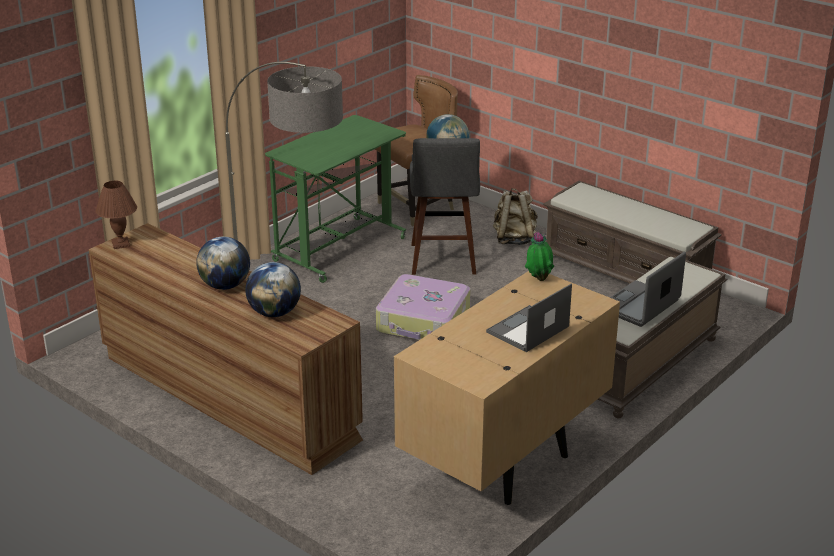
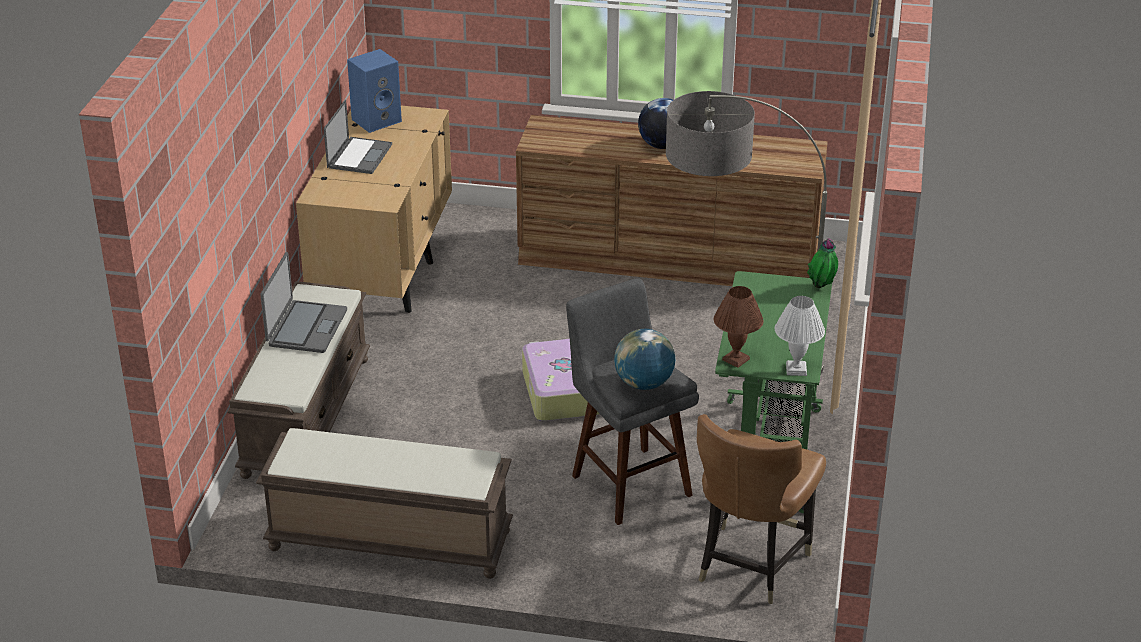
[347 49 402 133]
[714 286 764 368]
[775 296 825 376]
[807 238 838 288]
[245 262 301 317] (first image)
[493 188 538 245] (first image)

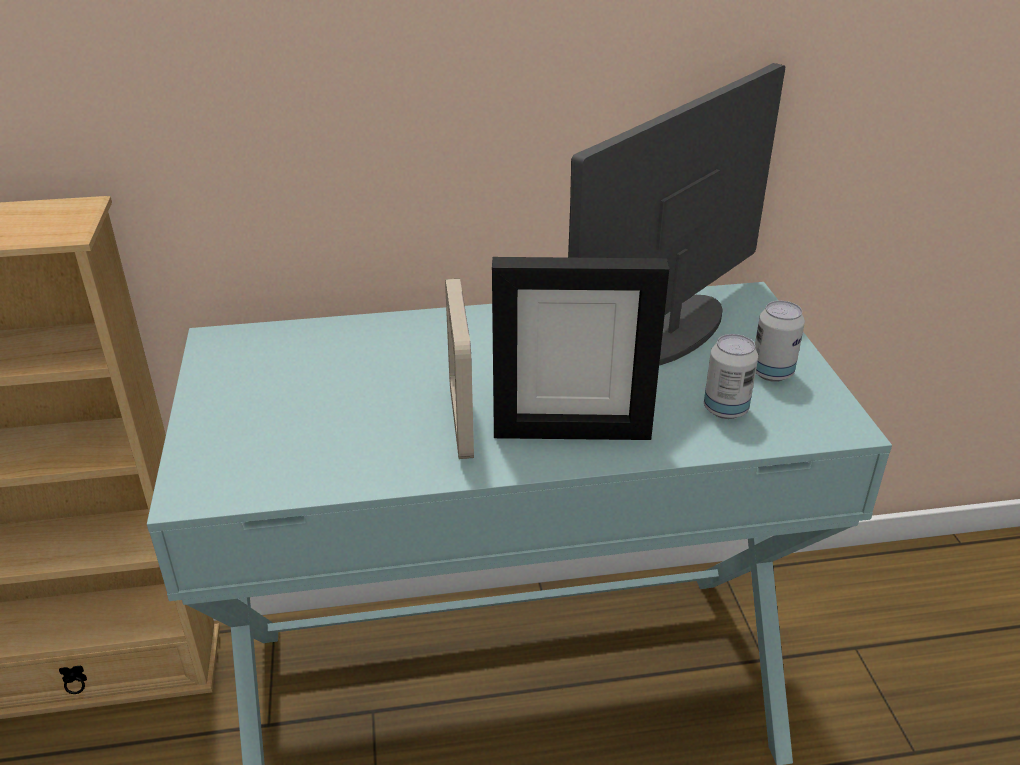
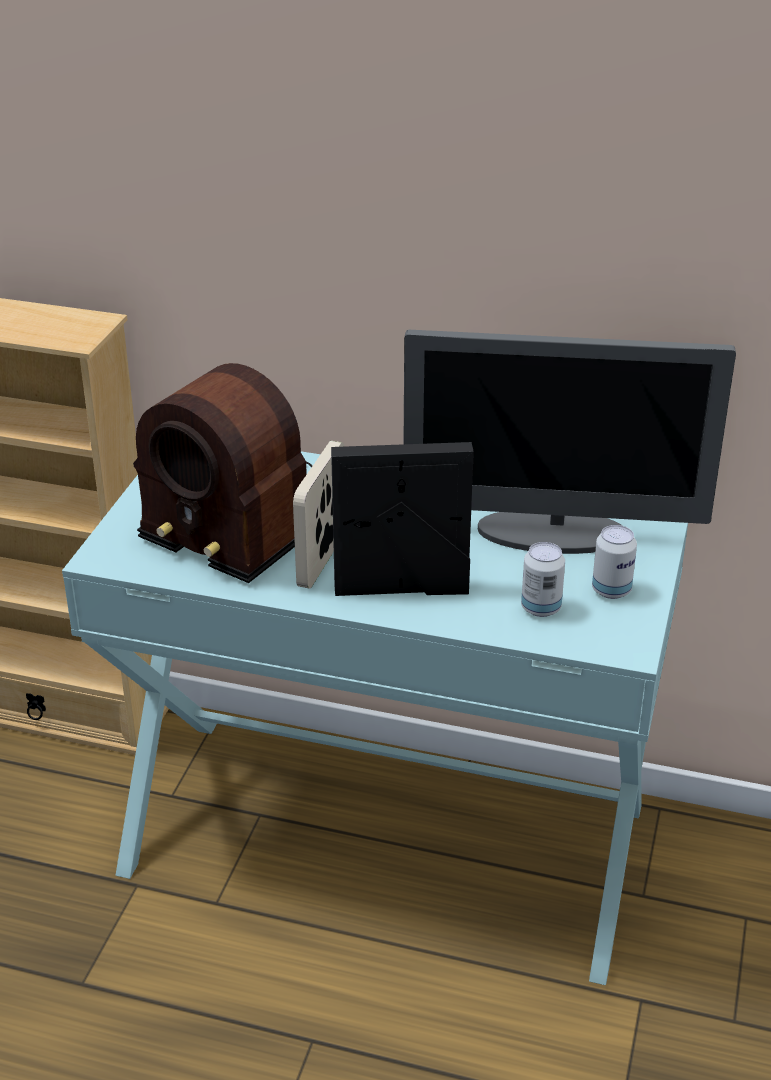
[133 363 312 583]
[331 442 474 596]
[403 330 736 554]

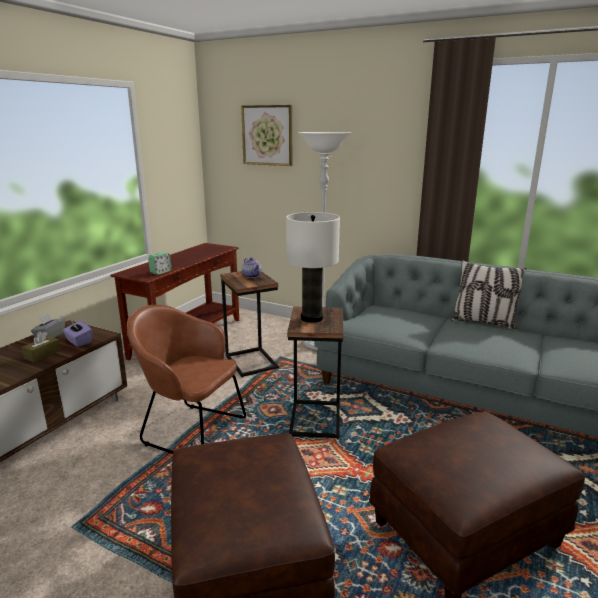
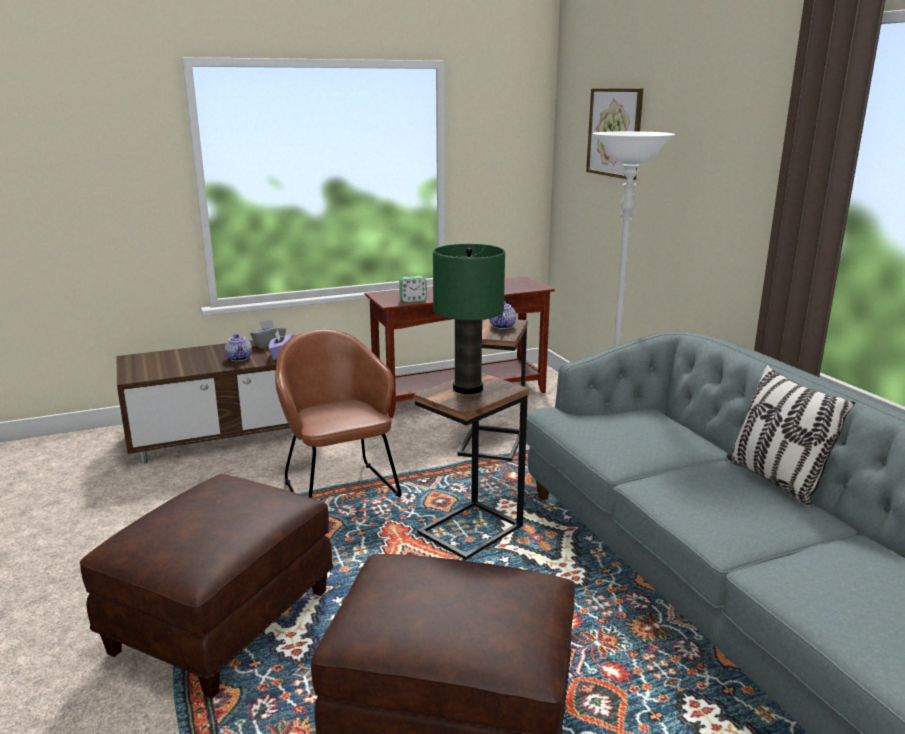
[225 334 252 361]
[433 244 505 394]

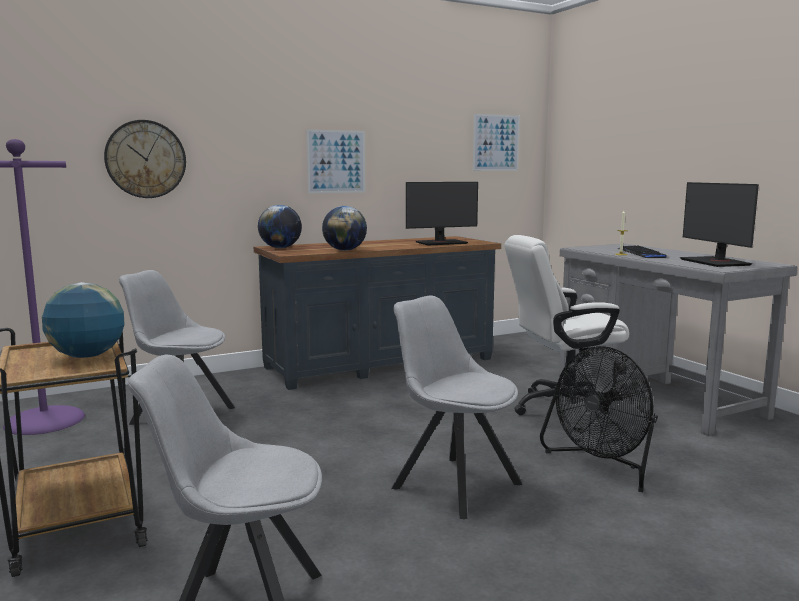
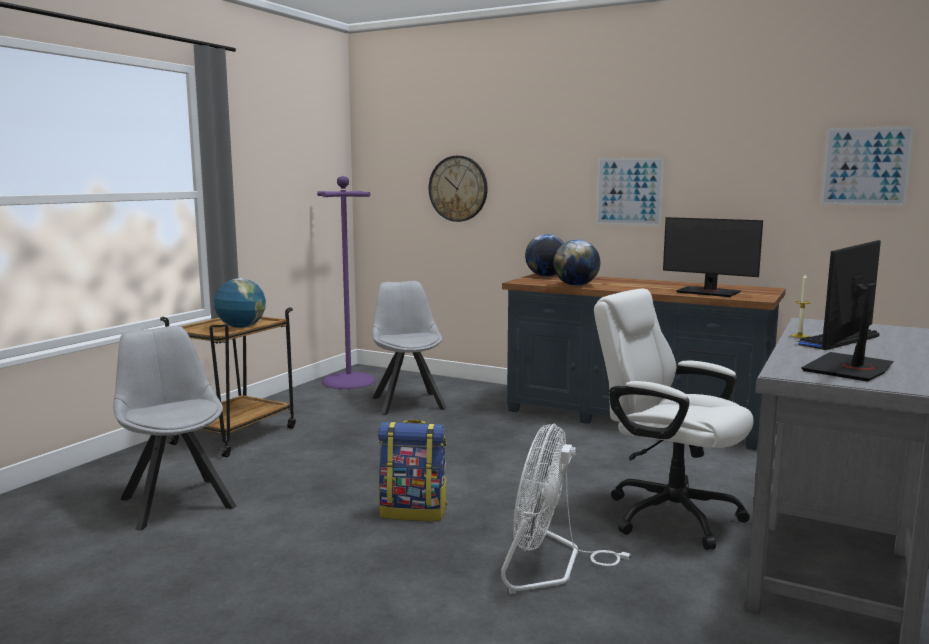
[378 420 447 521]
[501 424 633 594]

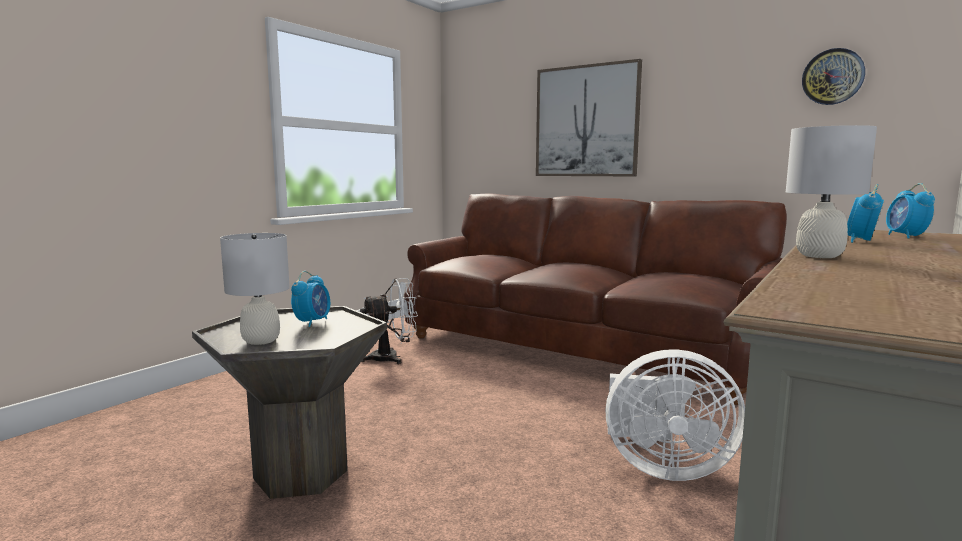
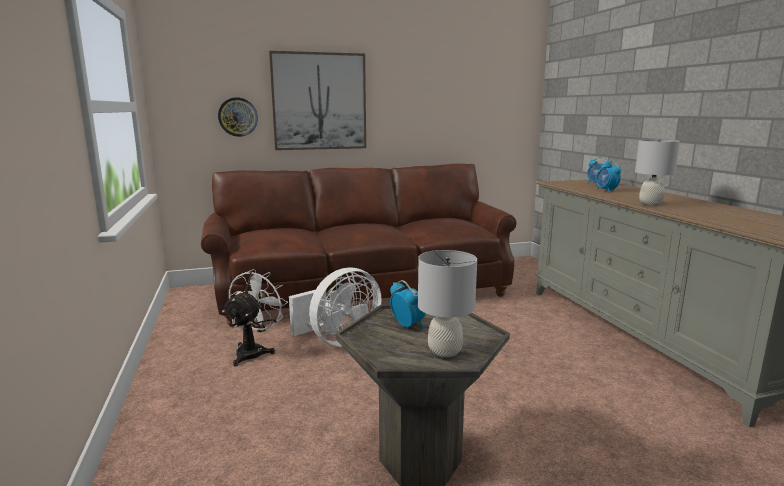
[218 97 258 137]
[289 267 382 347]

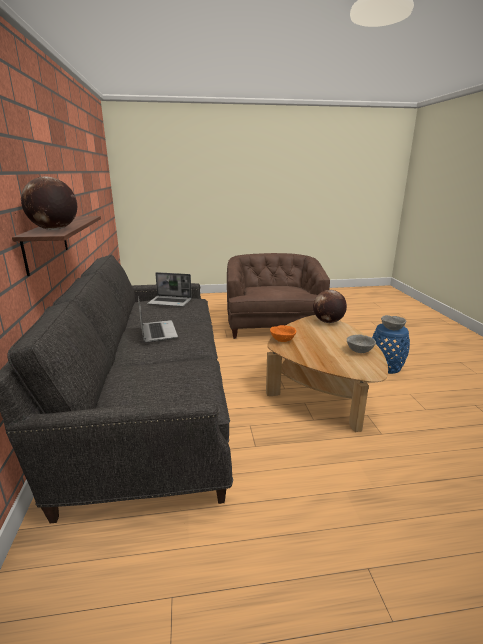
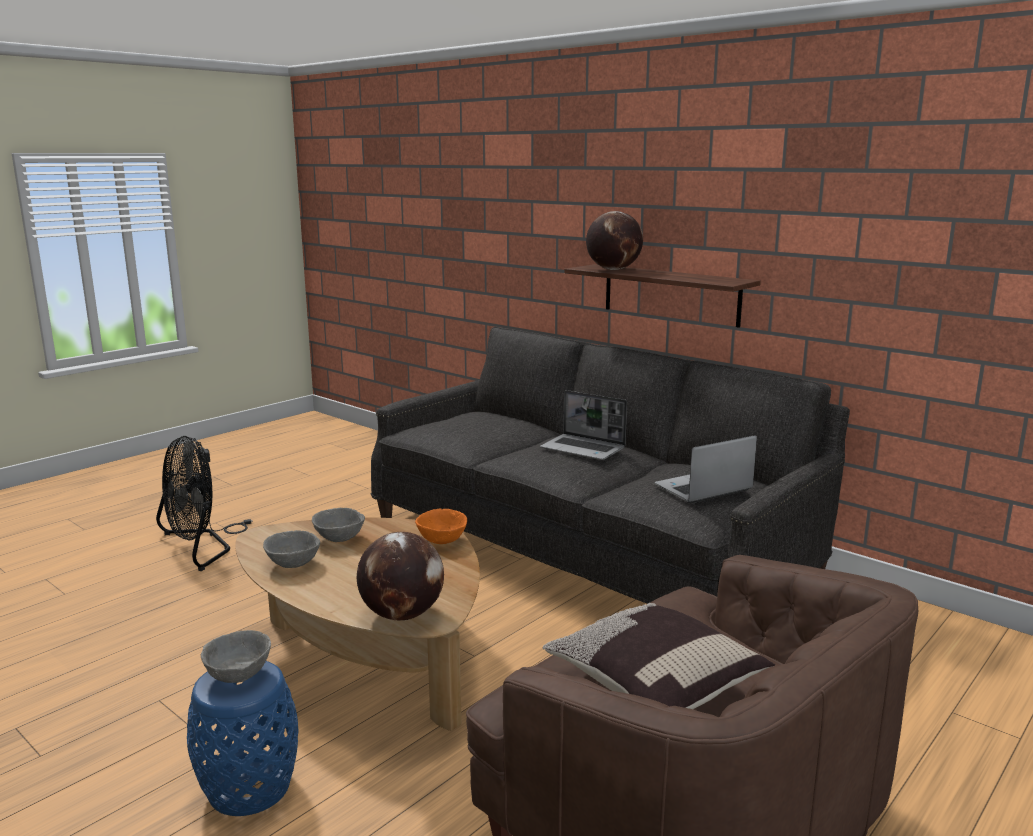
[156 436 253 571]
[312 508 365 542]
[543 603 775 709]

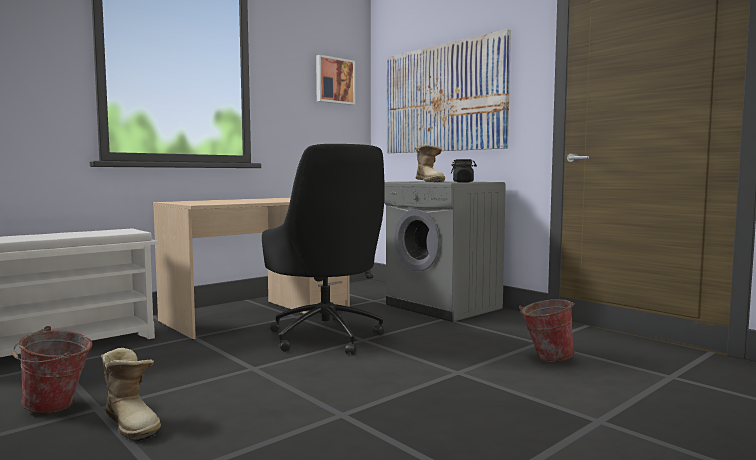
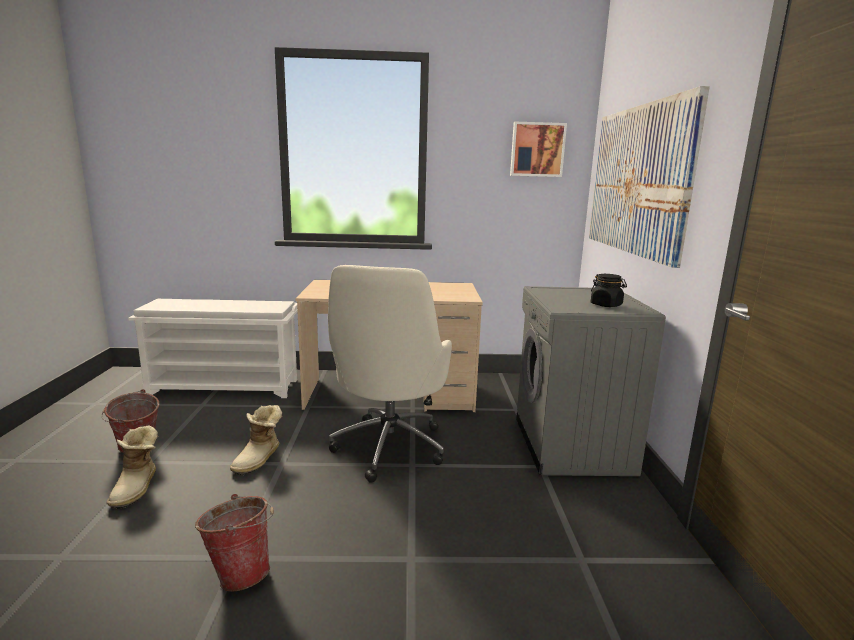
[195 494 274 592]
[230 405 282 475]
[328 265 452 483]

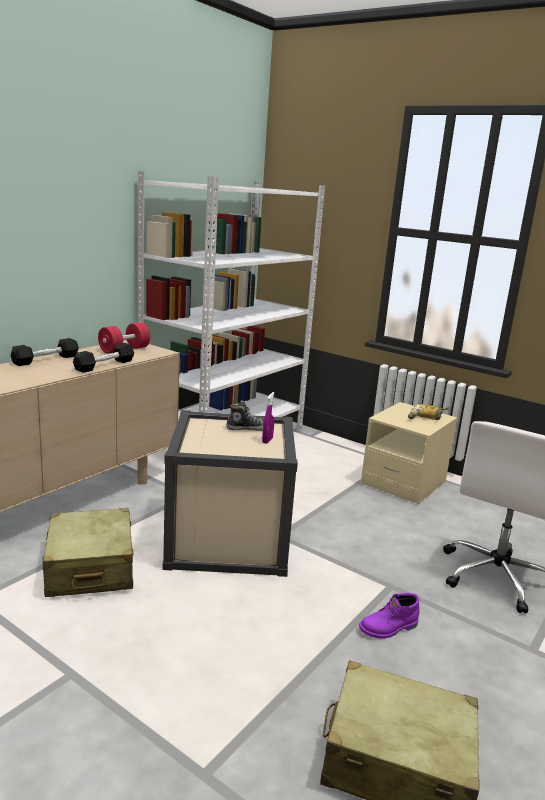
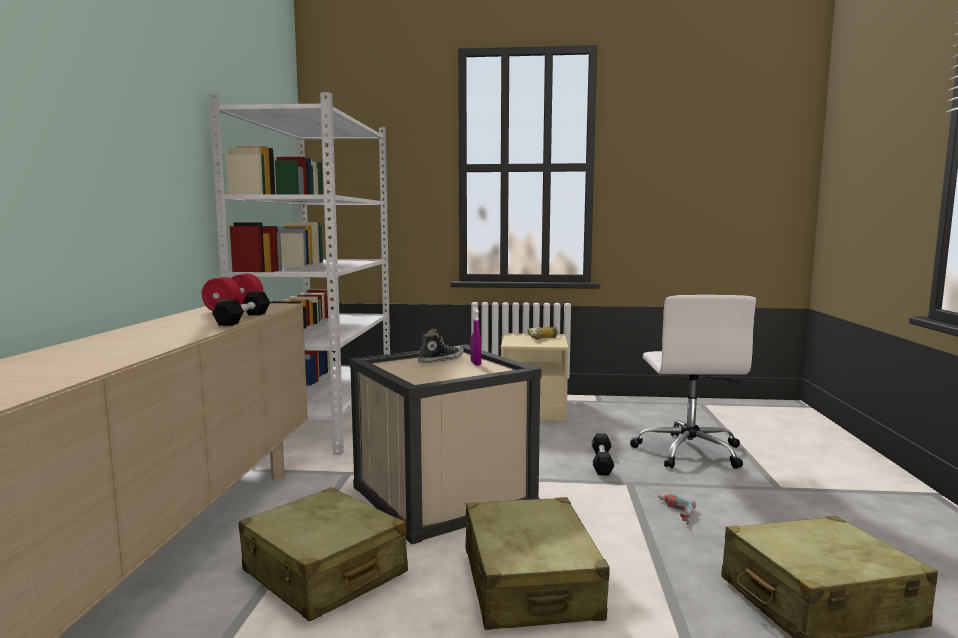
[465 497 610 630]
[592 433 614 476]
[658 494 696 525]

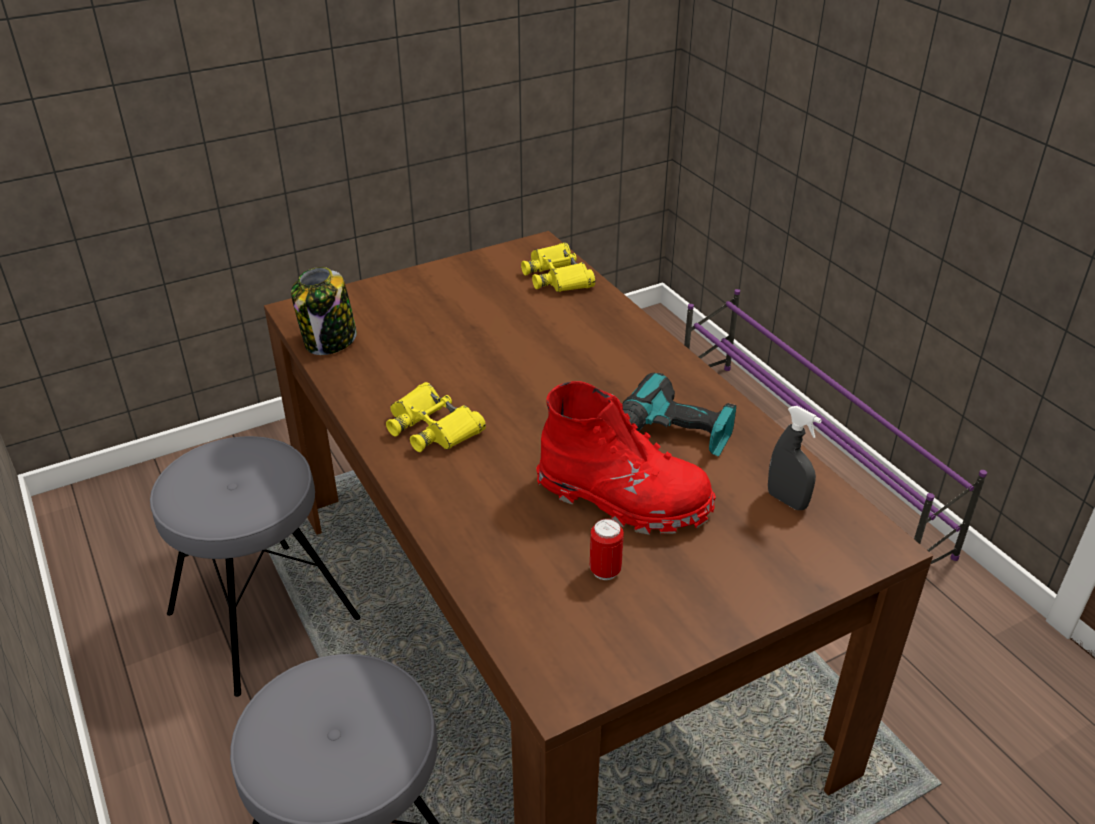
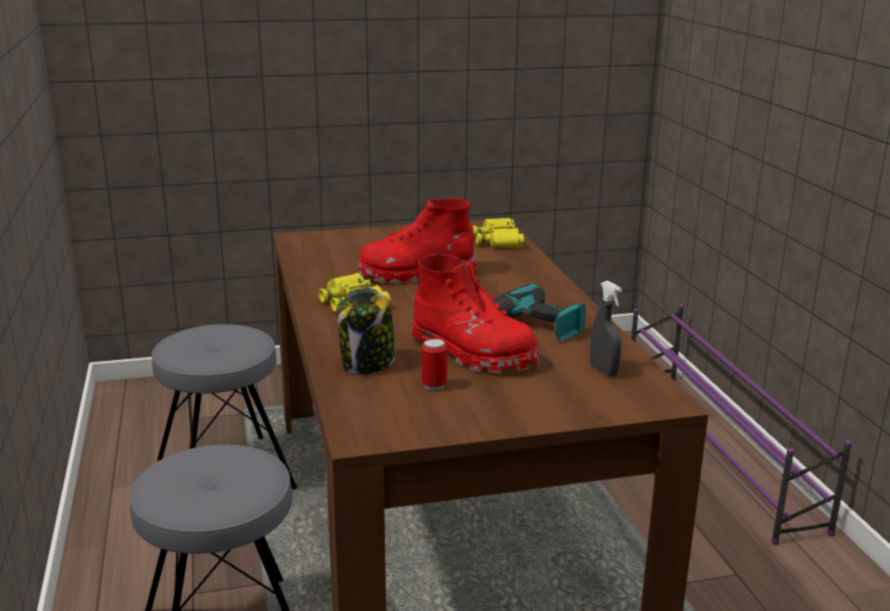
[336 288 396 374]
[358 198 477 284]

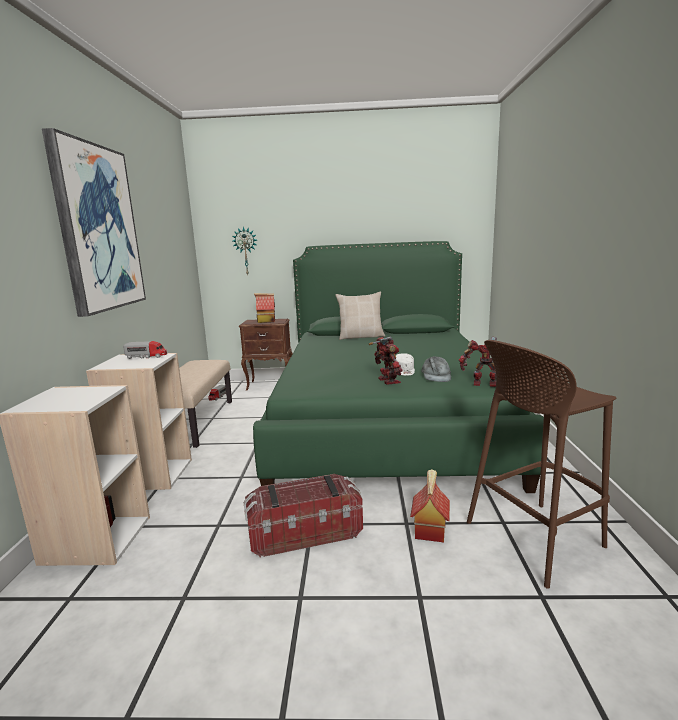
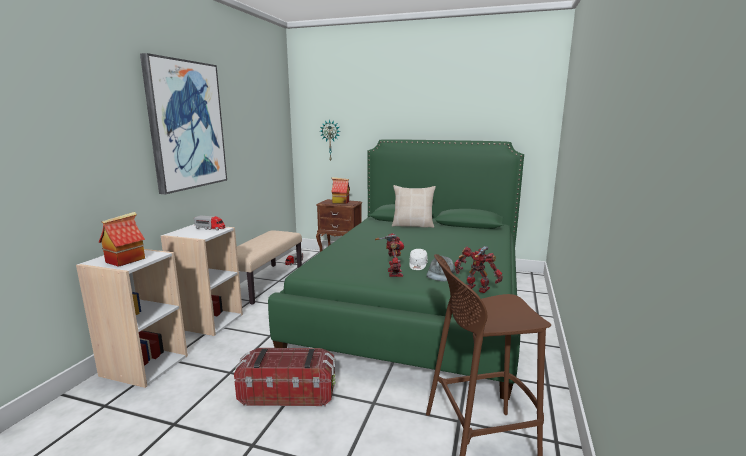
[98 212 145 267]

